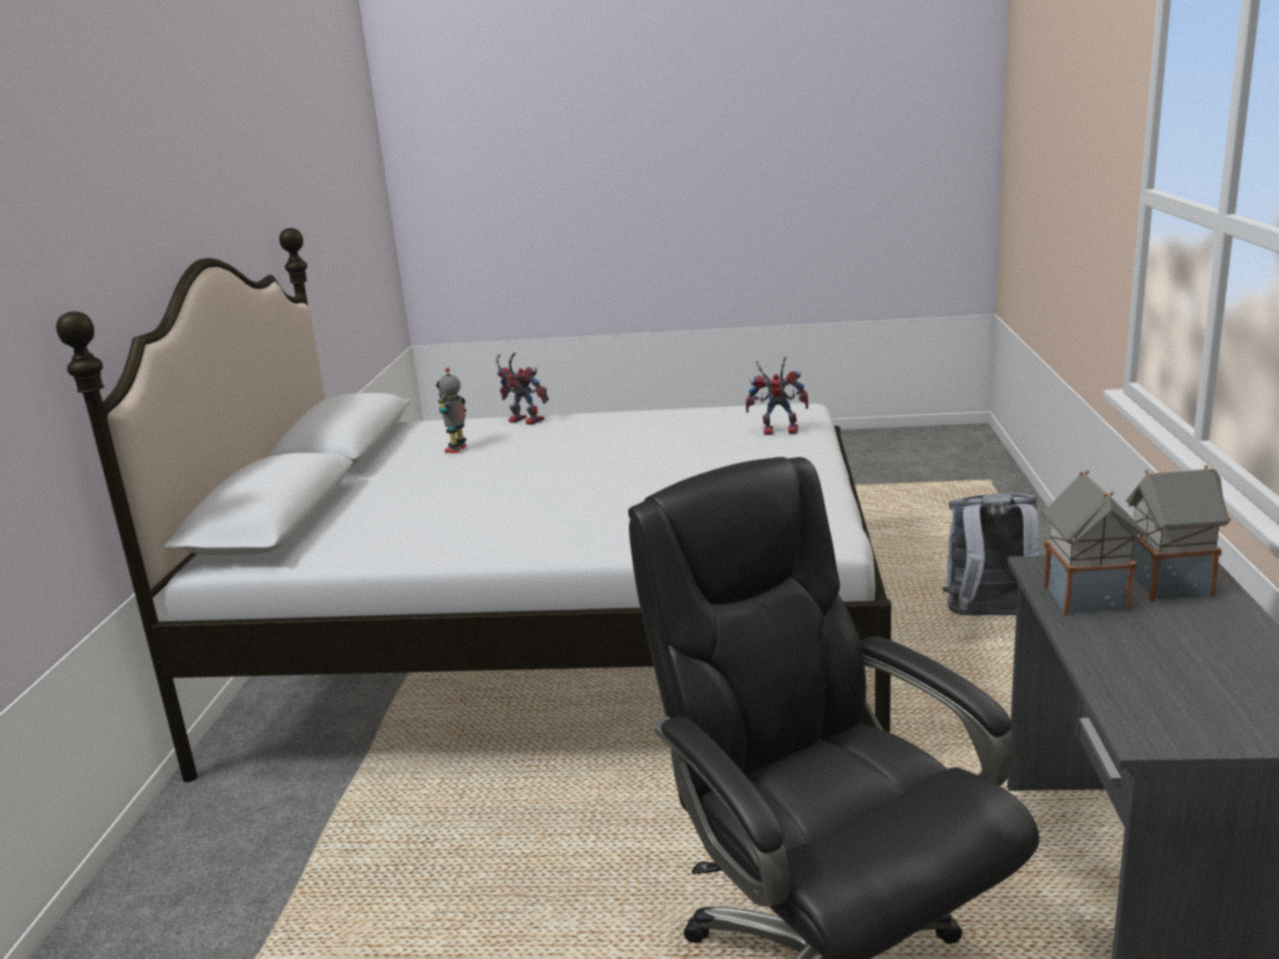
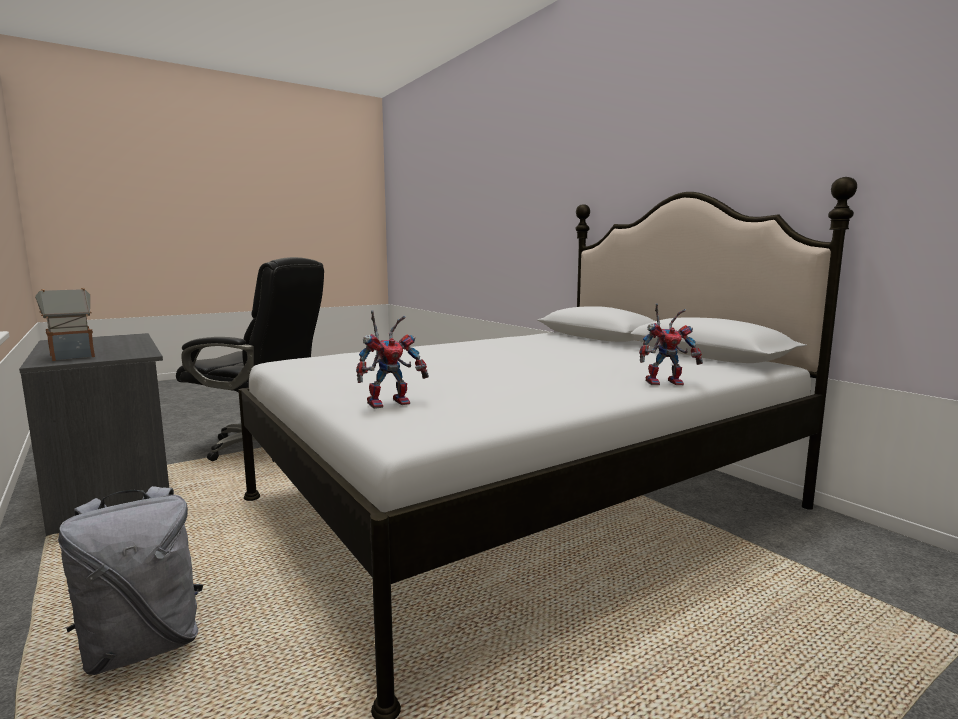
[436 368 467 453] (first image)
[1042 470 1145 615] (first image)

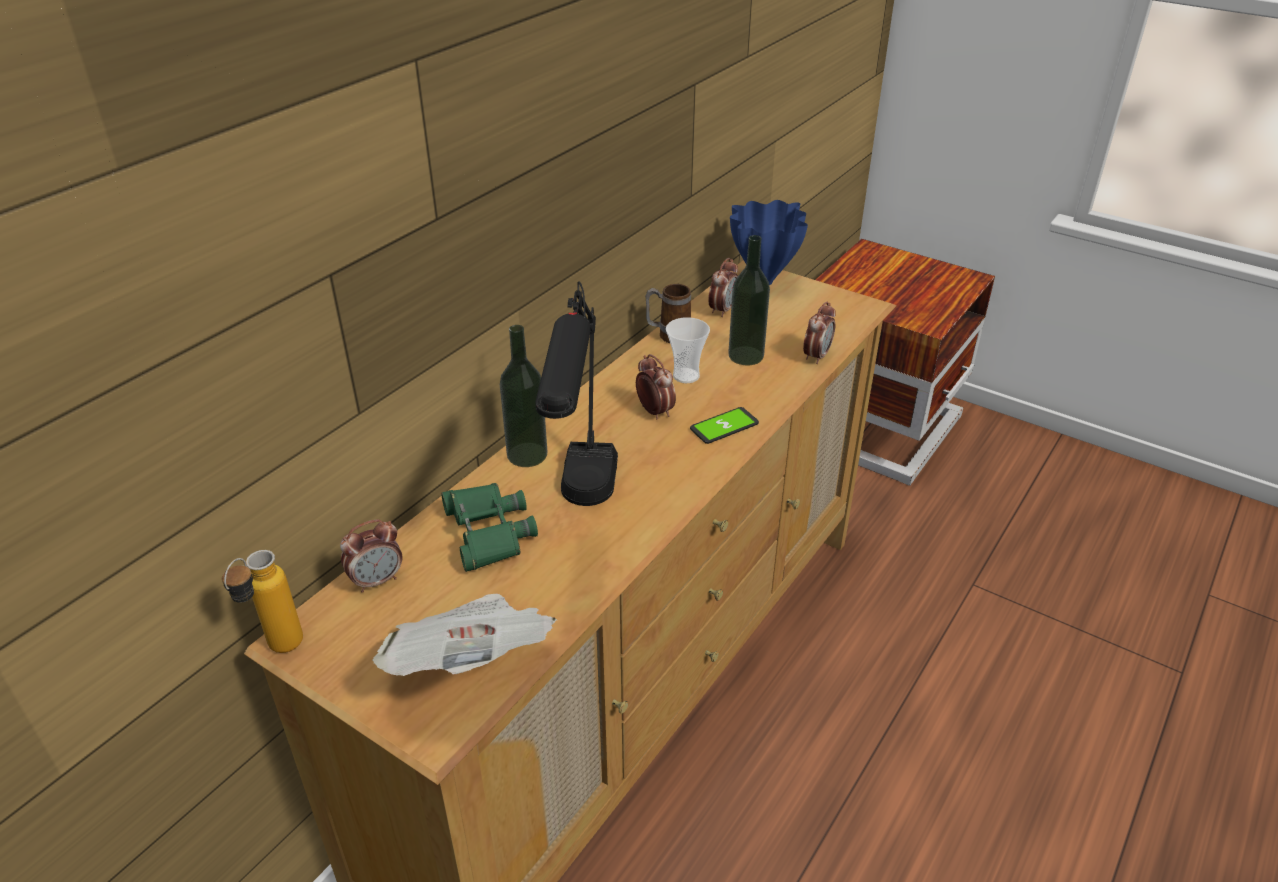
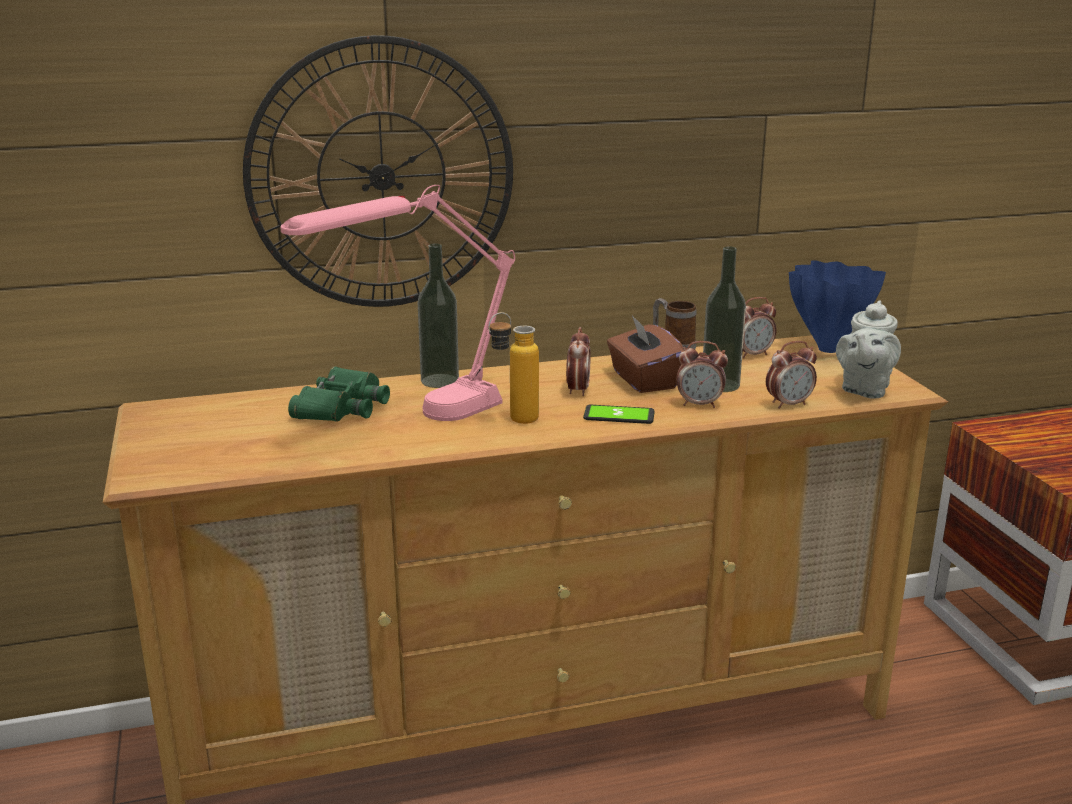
[243 35 513 307]
[280 185 515 421]
[489 312 539 424]
[607 315 683 393]
[677 341 728 408]
[836 300 901 399]
[372 594 557 676] (first image)

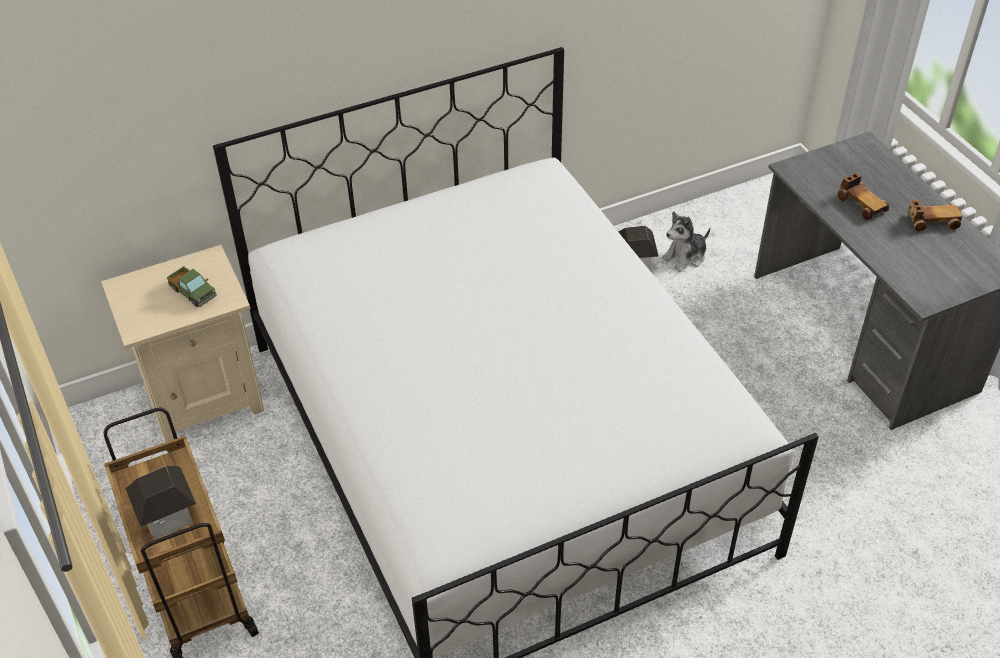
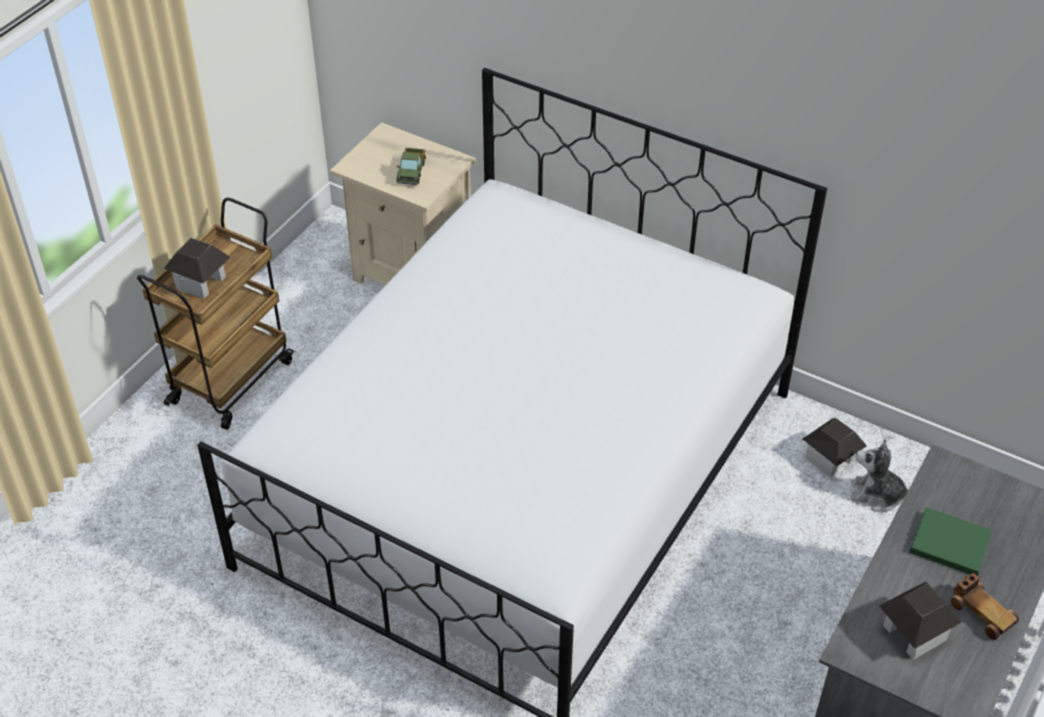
[879 582 962 660]
[909 507 992 576]

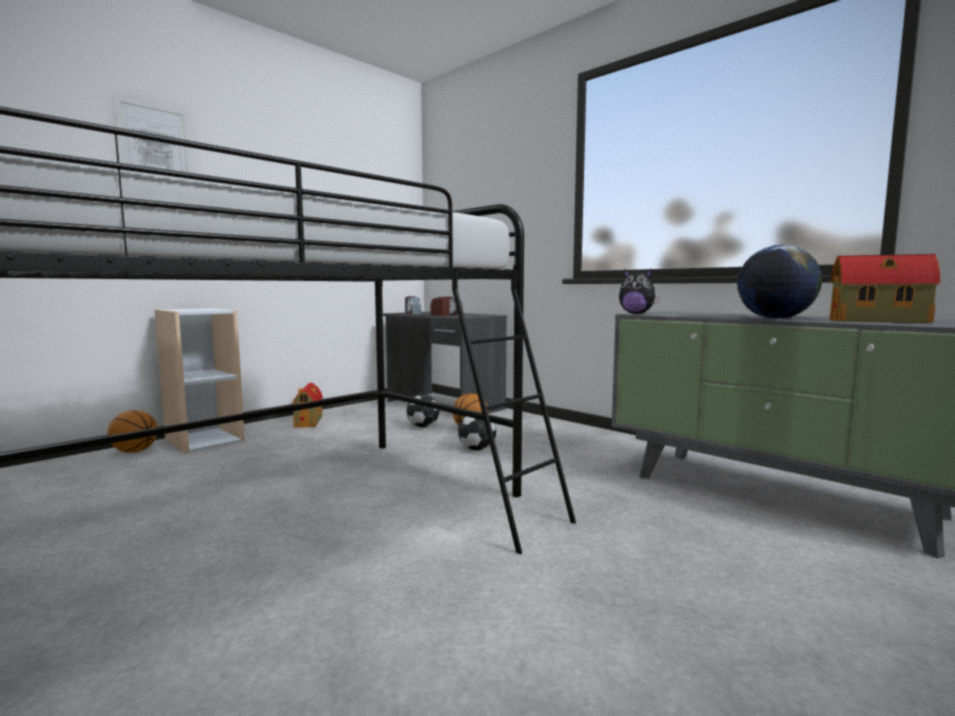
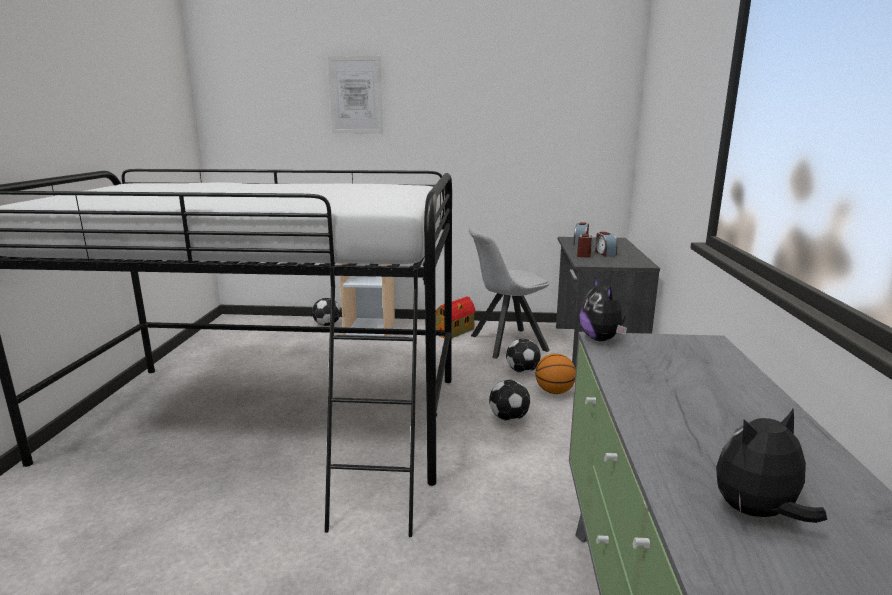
[312 298 341 326]
[469 228 550 359]
[716 409 827 523]
[737 245 822 319] (first image)

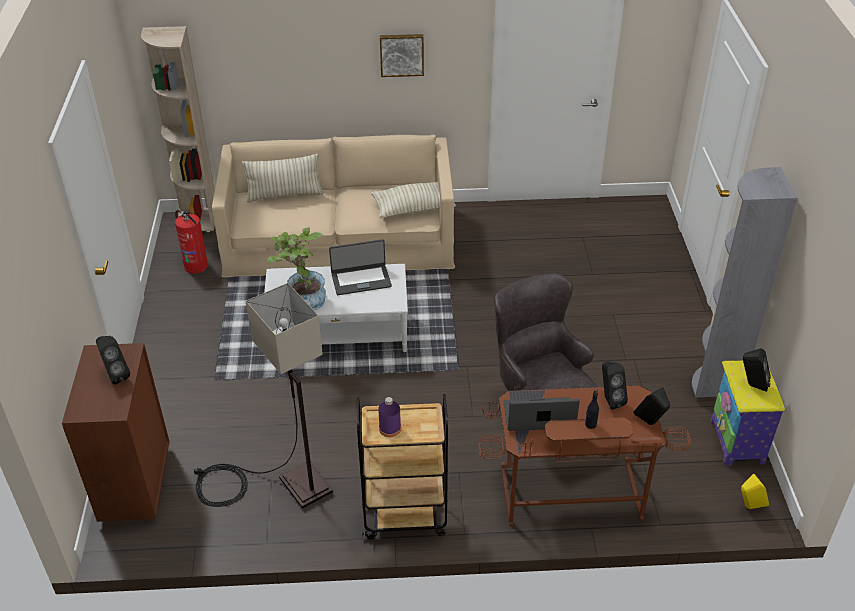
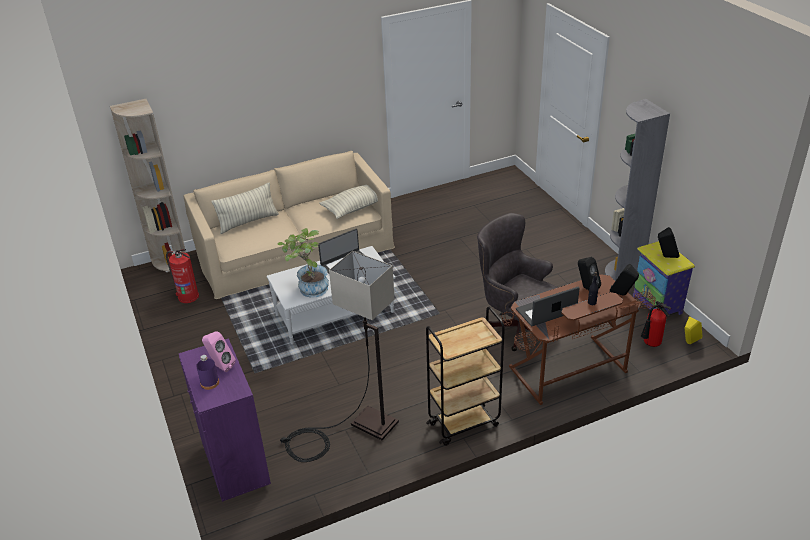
[179 338 271 502]
[196 355 219 390]
[202 331 236 372]
[641 301 671 347]
[380 34 424 77] (first image)

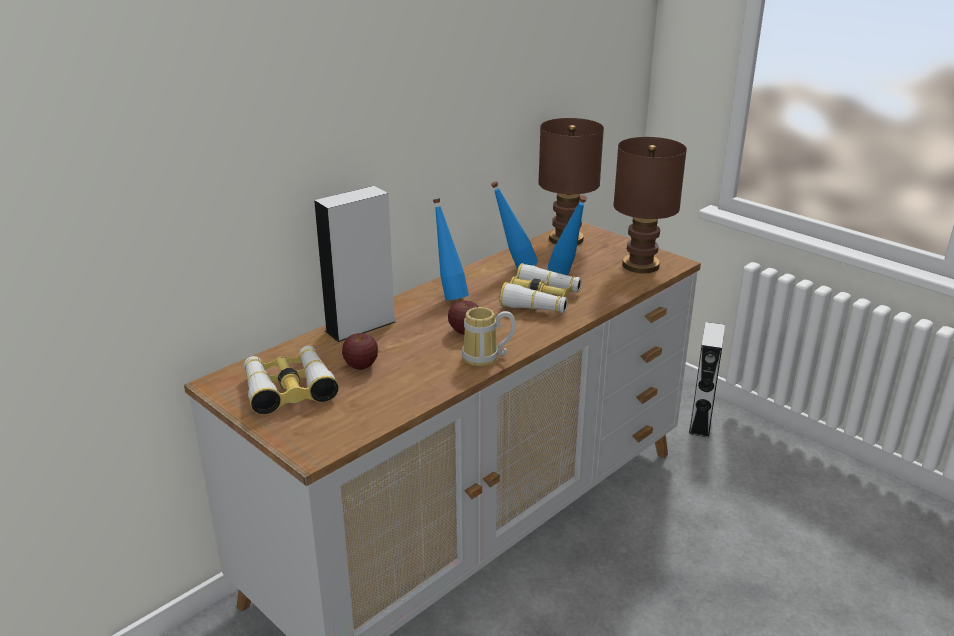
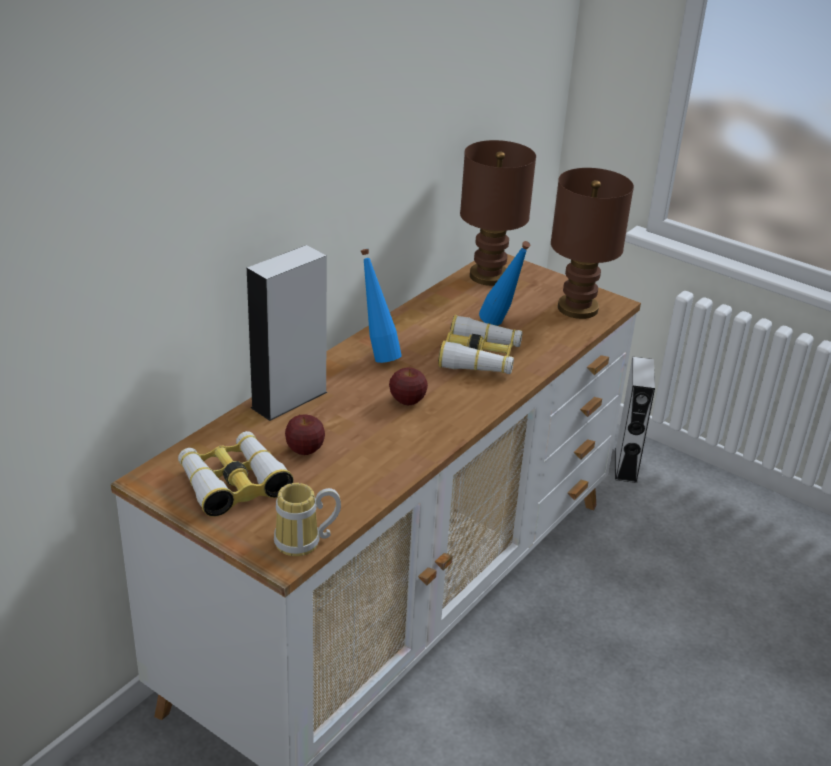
[274 483 341 556]
[491 181 538 269] (first image)

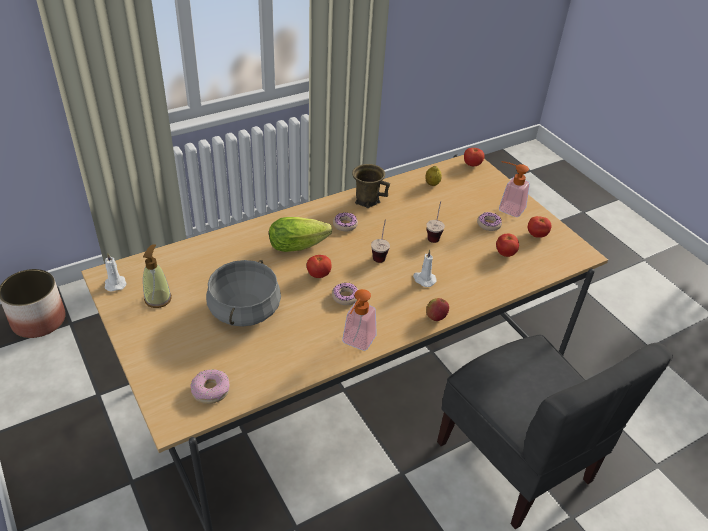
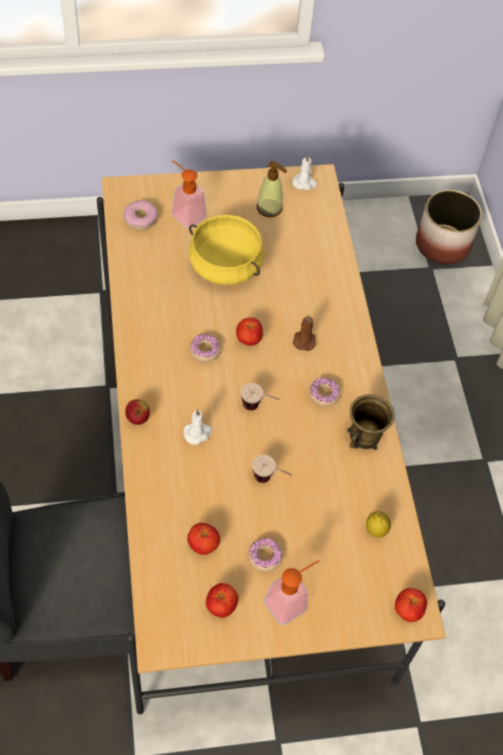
[172 161 207 228]
[189 215 264 285]
[293 315 316 351]

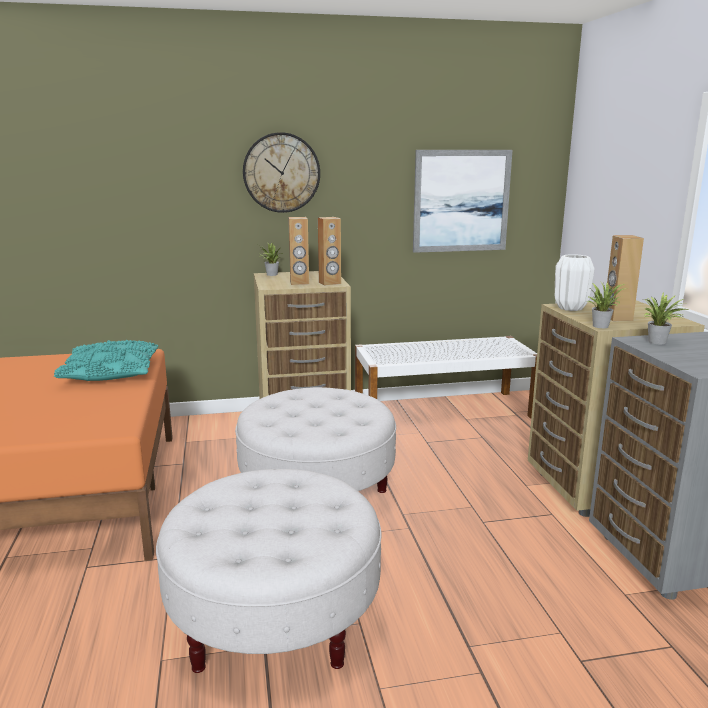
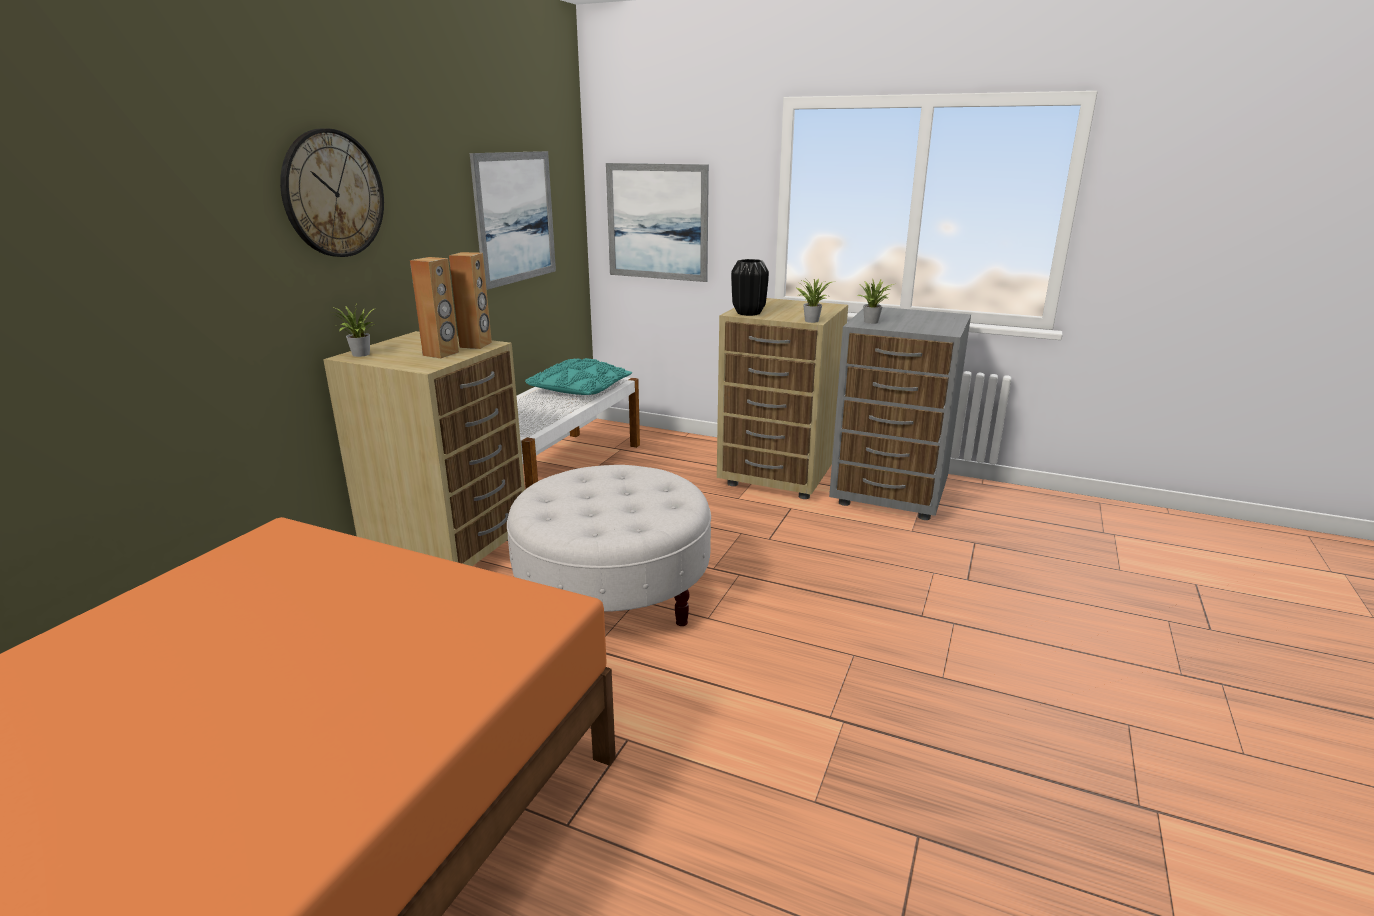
[525 358 632 395]
[606 163 709 282]
[731 259 769 316]
[156 469 381 673] (first image)
[607 235 644 321] (first image)

